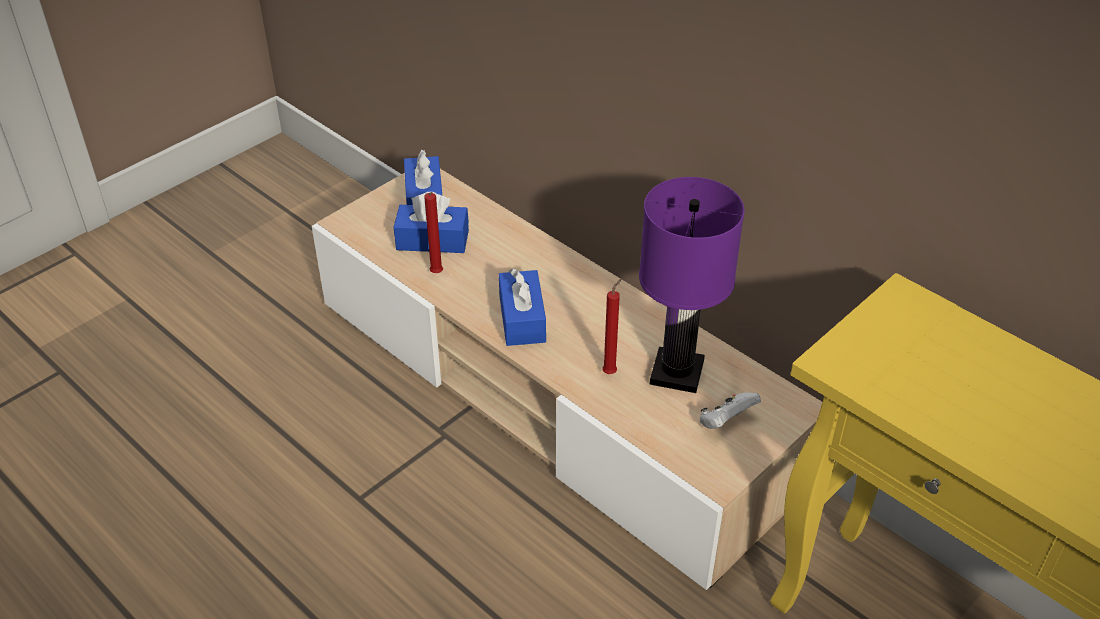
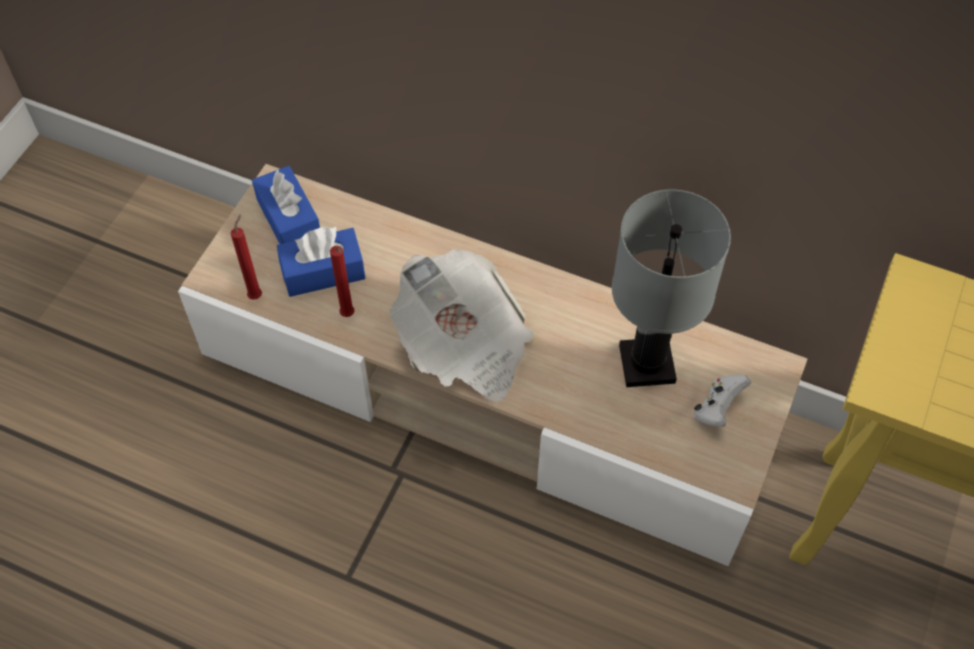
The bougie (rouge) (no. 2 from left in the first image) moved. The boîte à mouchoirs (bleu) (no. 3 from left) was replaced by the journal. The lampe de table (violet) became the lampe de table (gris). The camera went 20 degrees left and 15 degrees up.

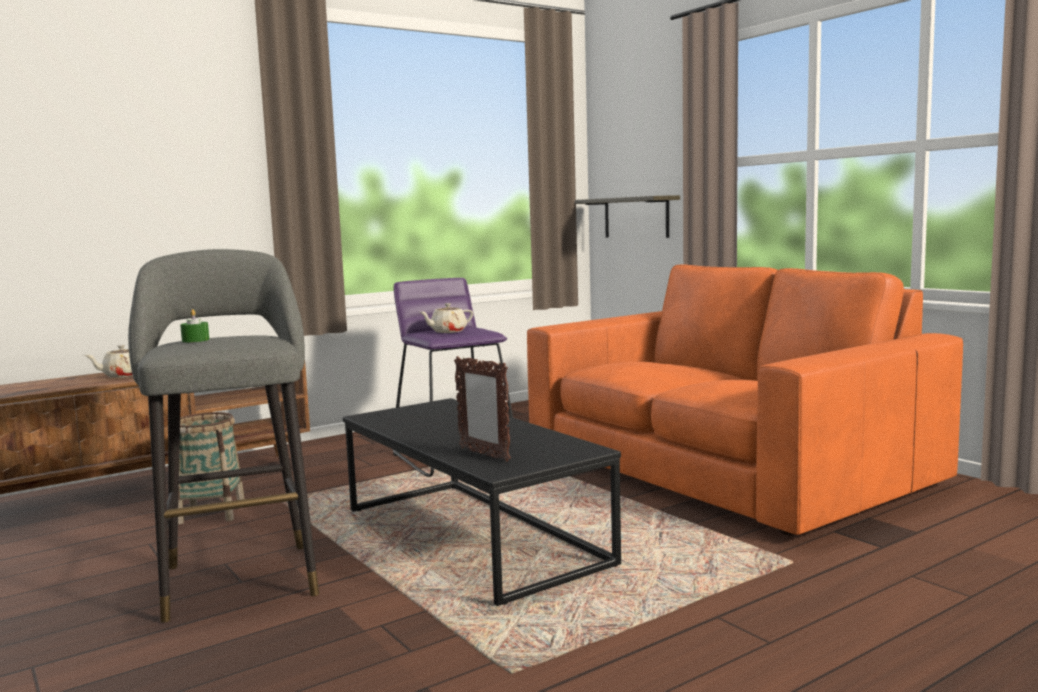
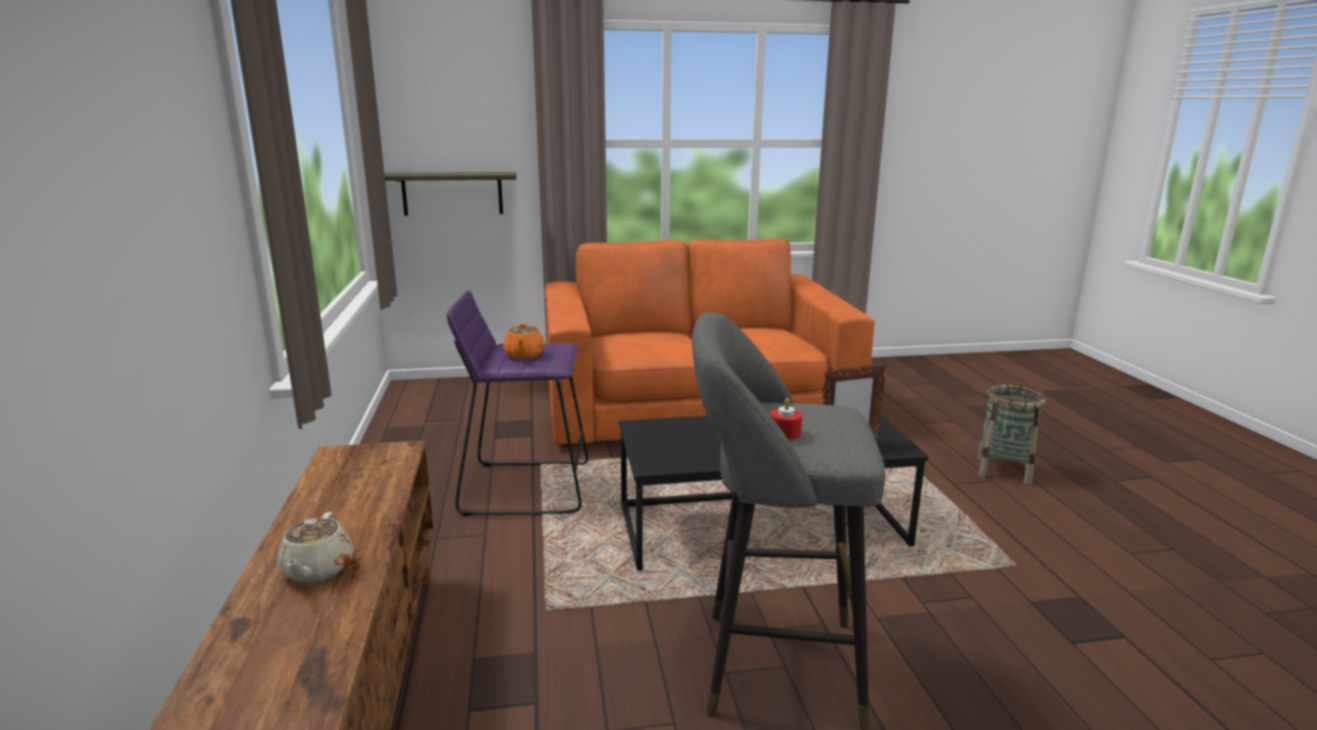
The panier moved. The bougie (vert) became the bougie (rouge). The théière (beige) (no. 2 from left) became the théière (orange). The camera went 65 degrees left and 10 degrees up.

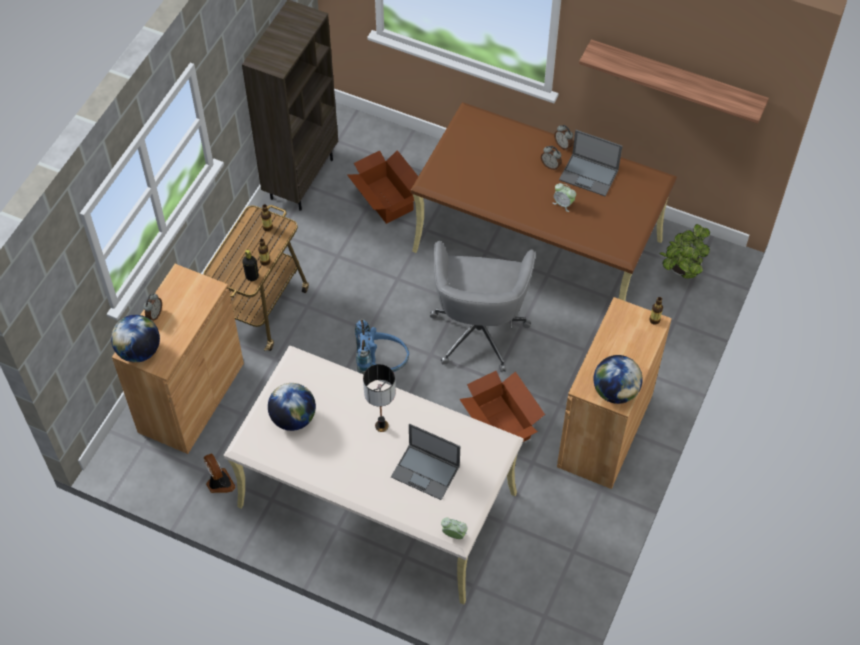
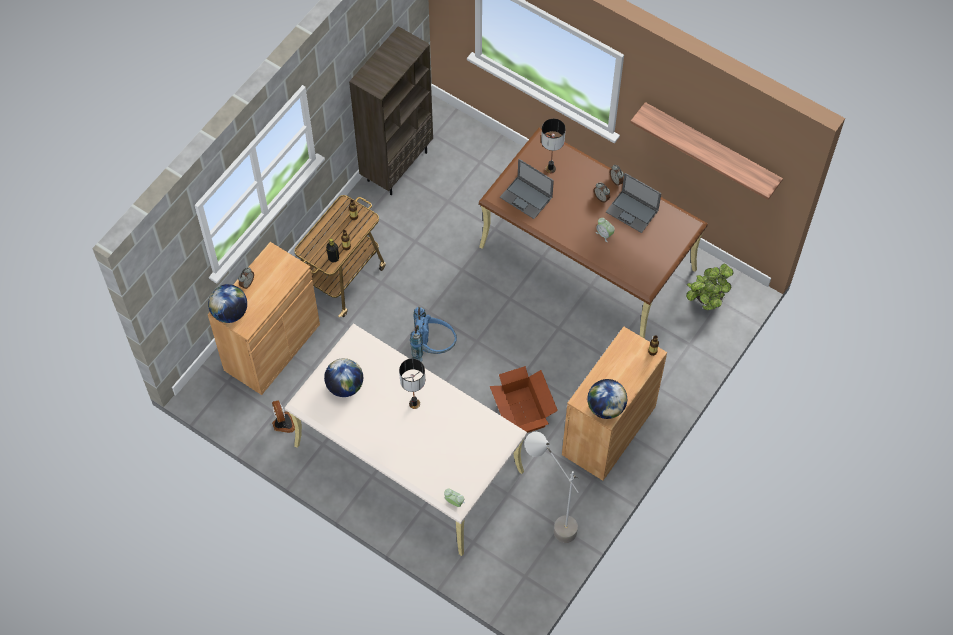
The carton (no. 1 from left) disappeared. The chaise de bureau (gris) disappeared. The lampadaire (gris) appeared. The lampe de table (no. 2 from left) appeared. The ordinateur portable (no. 1 from left) moved. The camera went 10 degrees right and 5 degrees up.

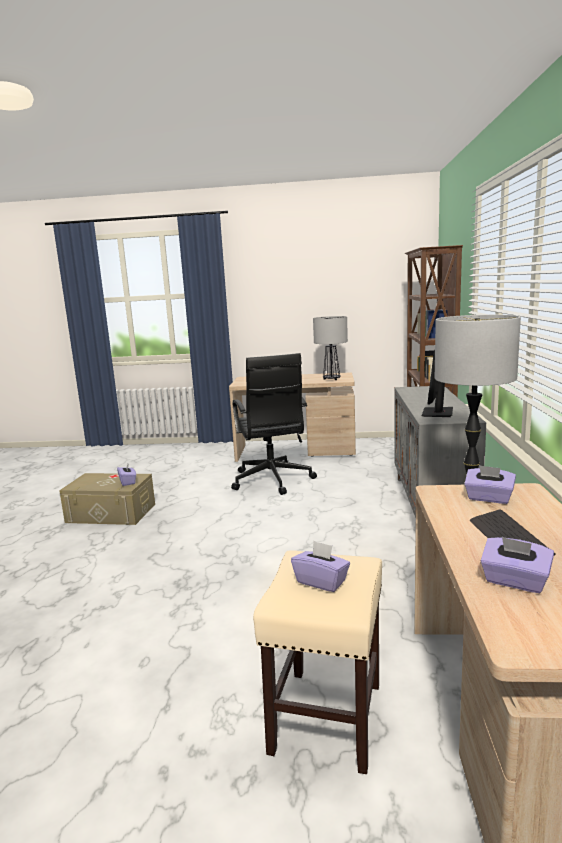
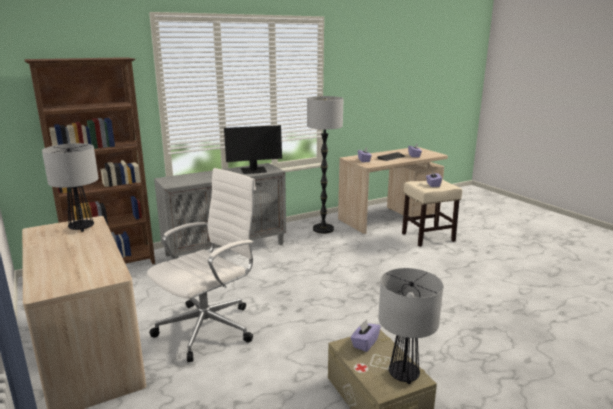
The lampe de table (no. 2 from left) appeared. The chaise de bureau (noir) became the chaise de bureau (blanc). The camera went 125 degrees left and 5 degrees up.

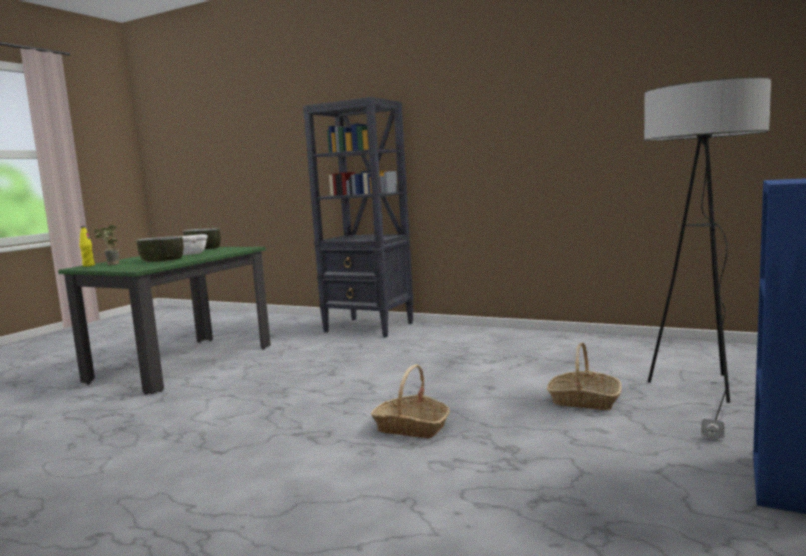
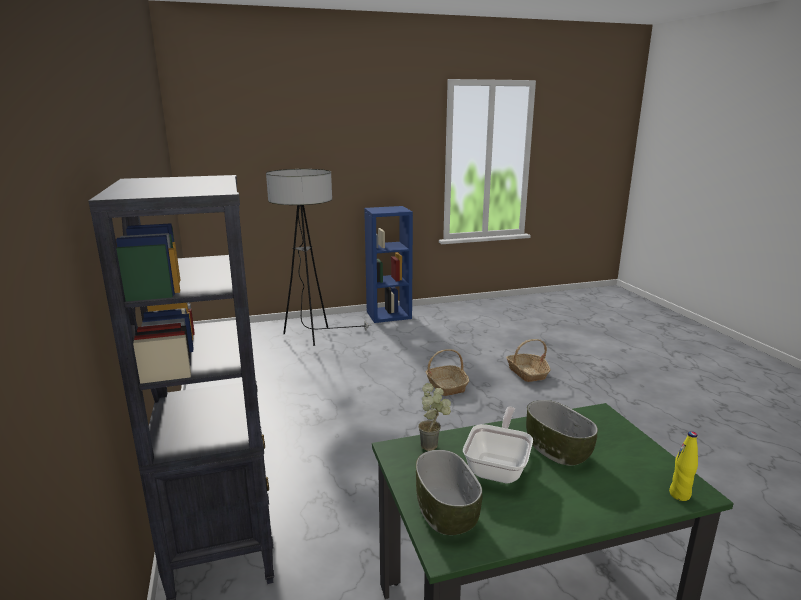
The plante en pot moved. The panier (no. 2 from left) moved. The camera went 135 degrees left and 10 degrees up.

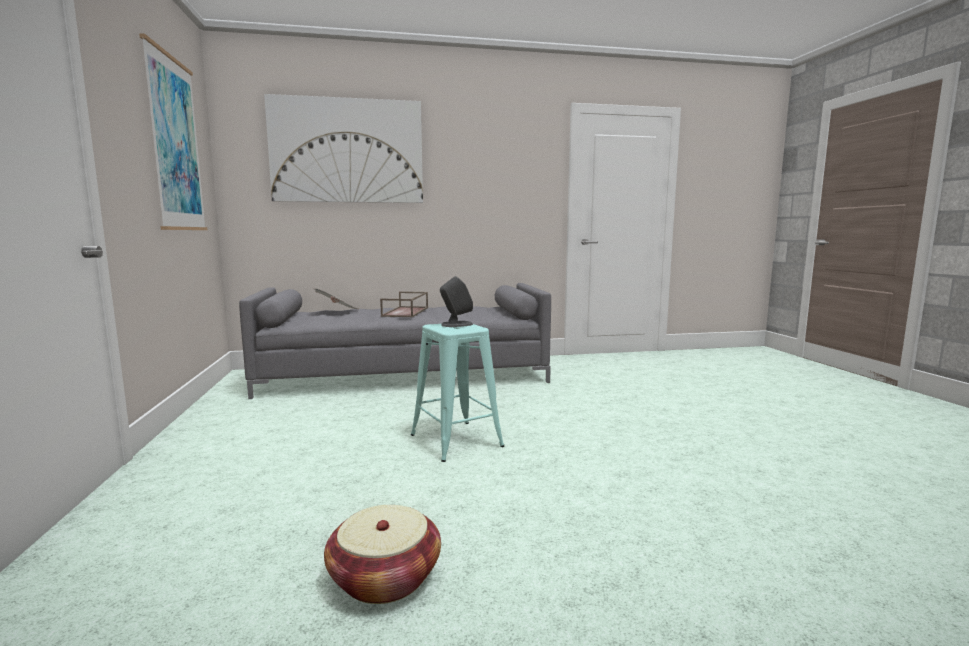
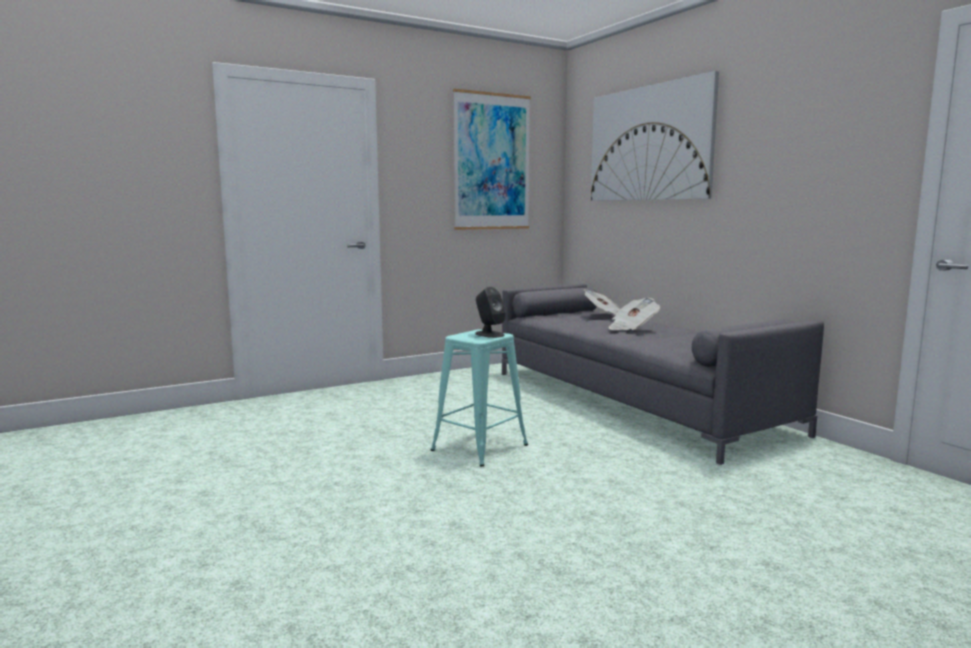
The panier disappeared. The plateau (marron) was replaced by the journal (no. 2 from left). The camera went 70 degrees right and 0 degrees up.

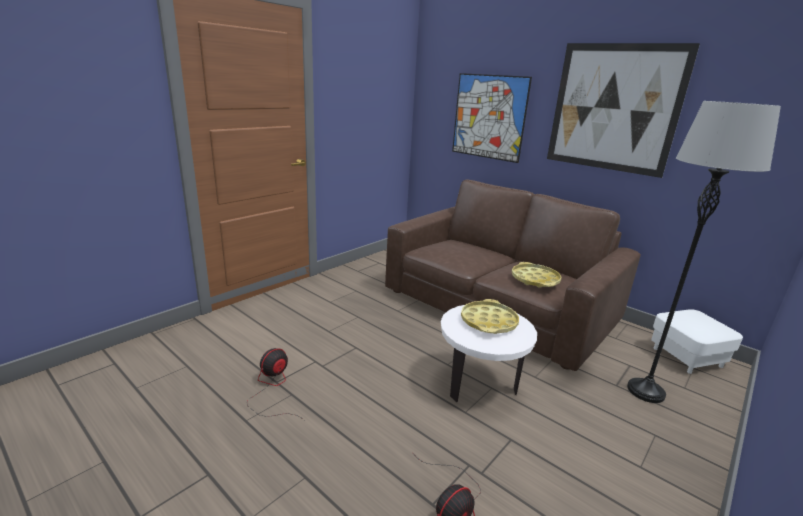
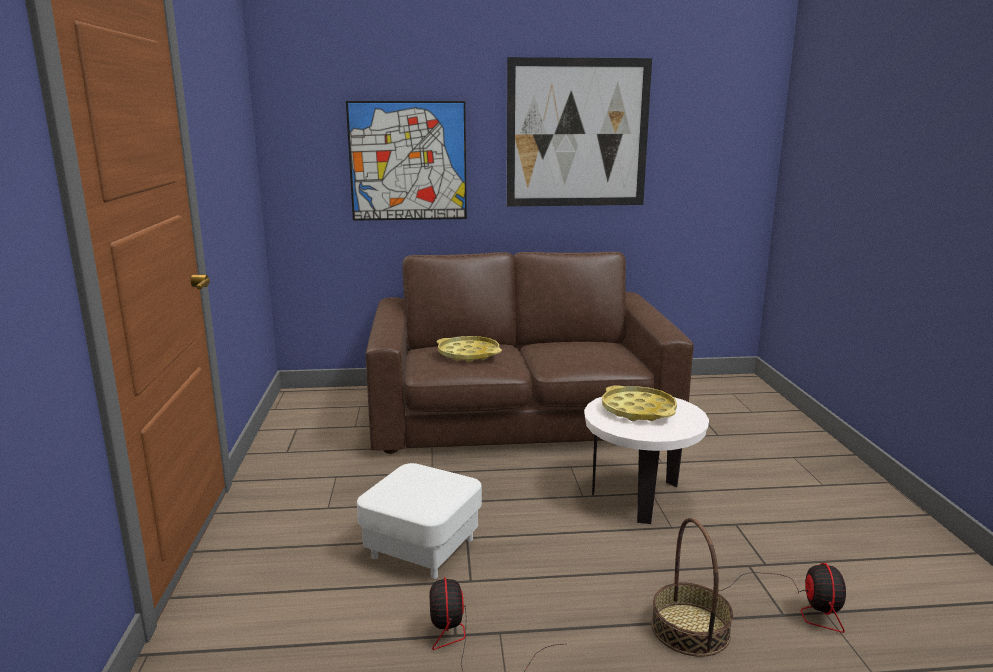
The lampadaire (gris) disappeared. The panier appeared. The plateau (jaune) (no. 2 from left in the first image) moved. The pouf (blanc) moved. The camera went 45 degrees left and 5 degrees down.

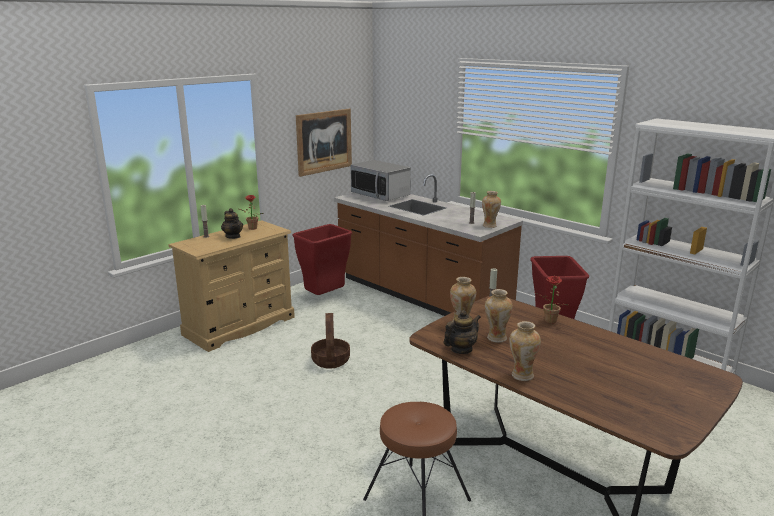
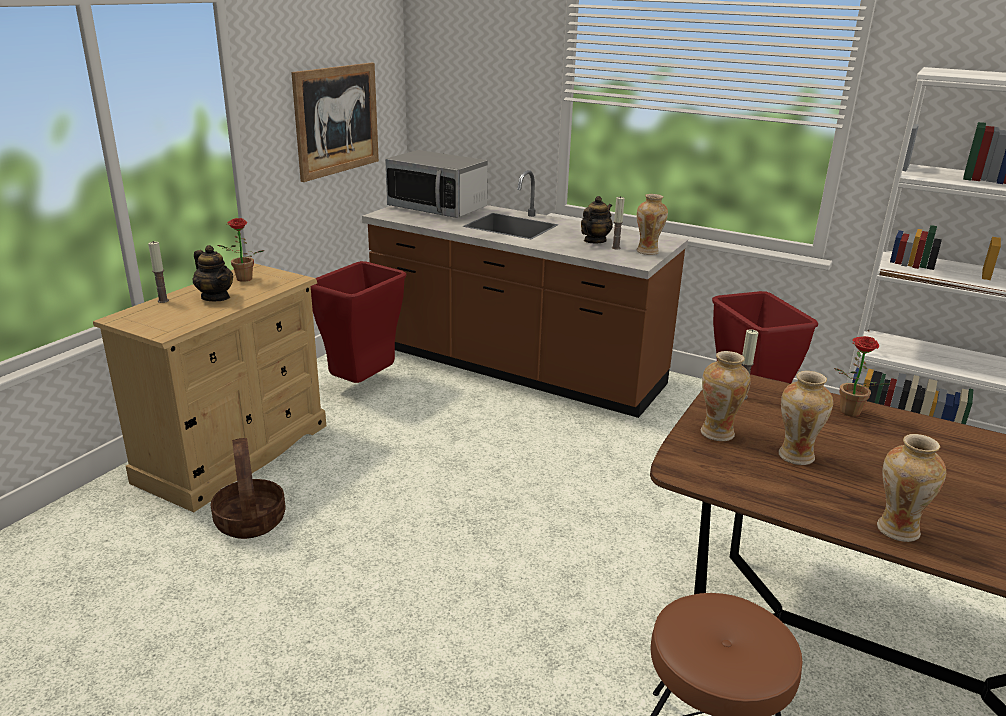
The panier moved. The théière (no. 2 from left) moved. The camera went 15 degrees left and 5 degrees up.

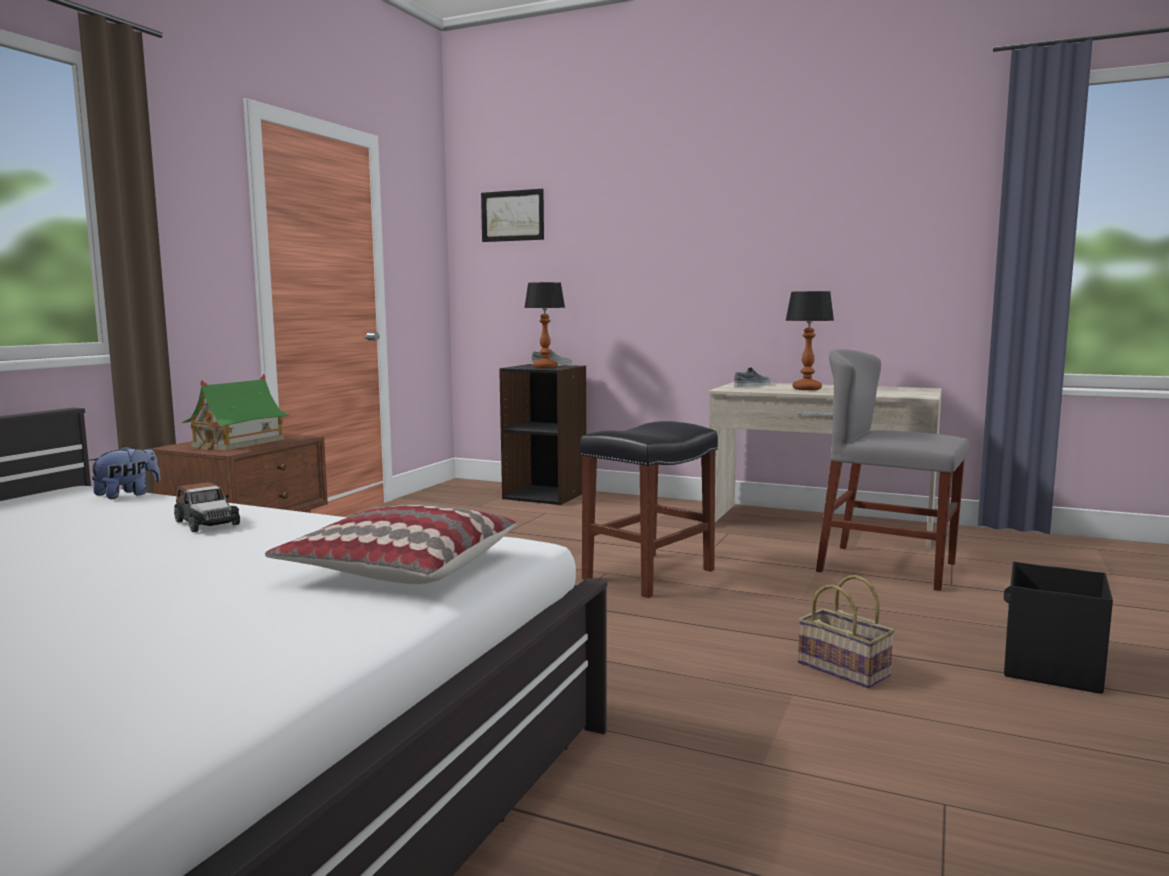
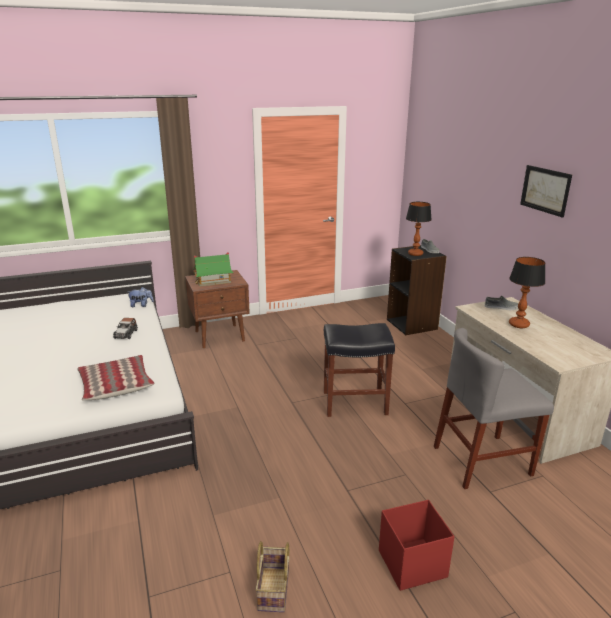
The tableau moved. The panier moved. The boîte de rangement (noir) became the boîte de rangement (rouge). The chaise (gris) turned 90 degrees counterclockwise. The camera went 45 degrees right and 15 degrees up.

